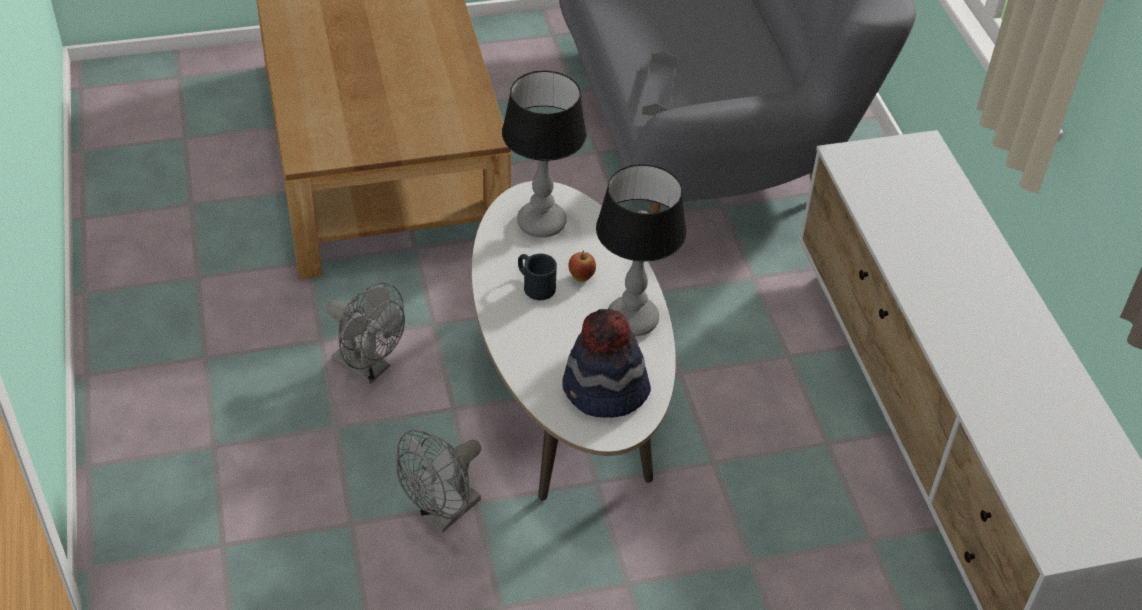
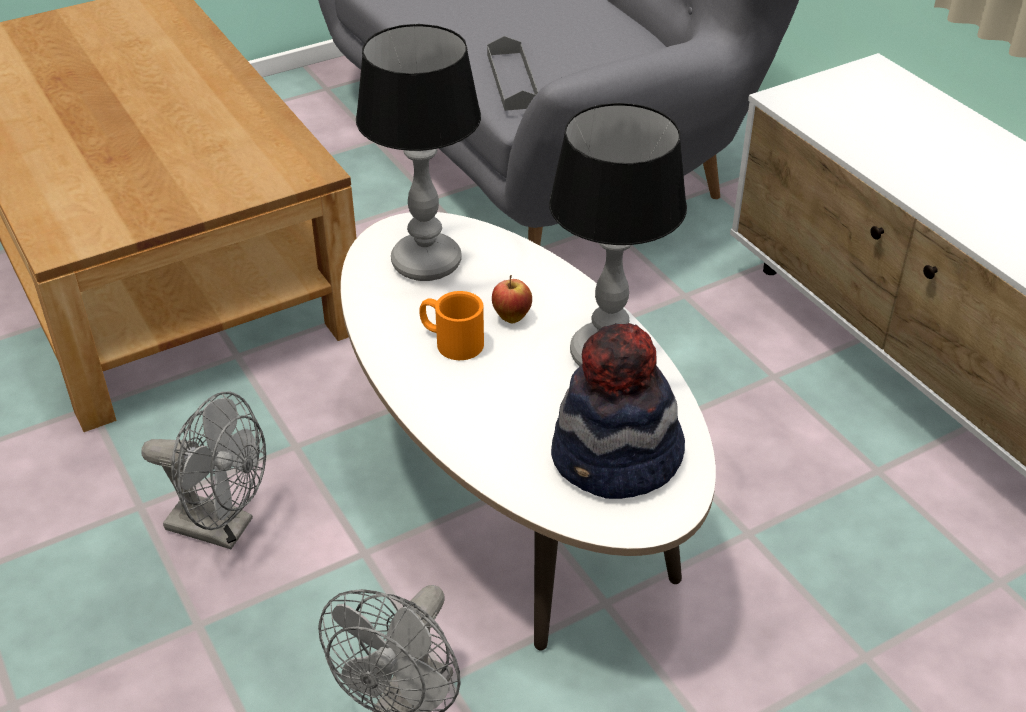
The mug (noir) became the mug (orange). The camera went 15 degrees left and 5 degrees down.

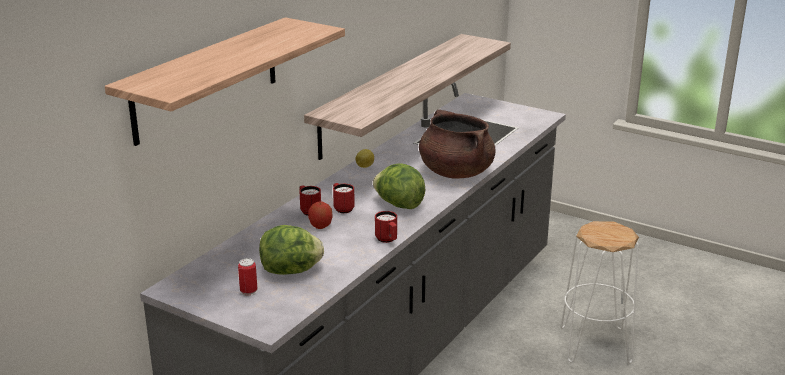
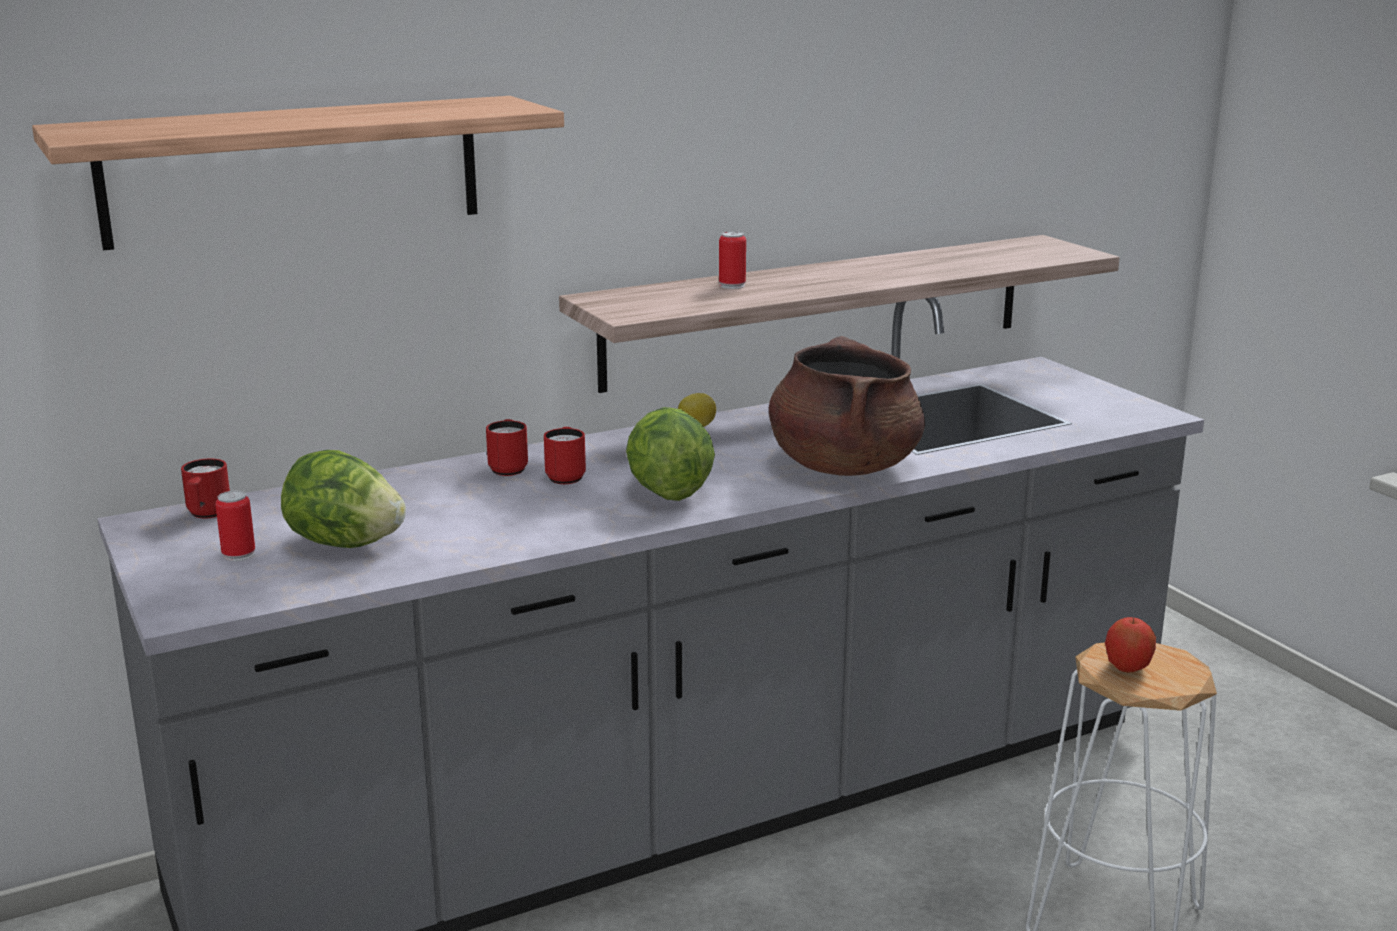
The boîte métallique (no. 2 from left) appeared. The pomme moved. The mug (rouge) (no. 3 from left in the first image) moved. The camera went 30 degrees right and 5 degrees down.

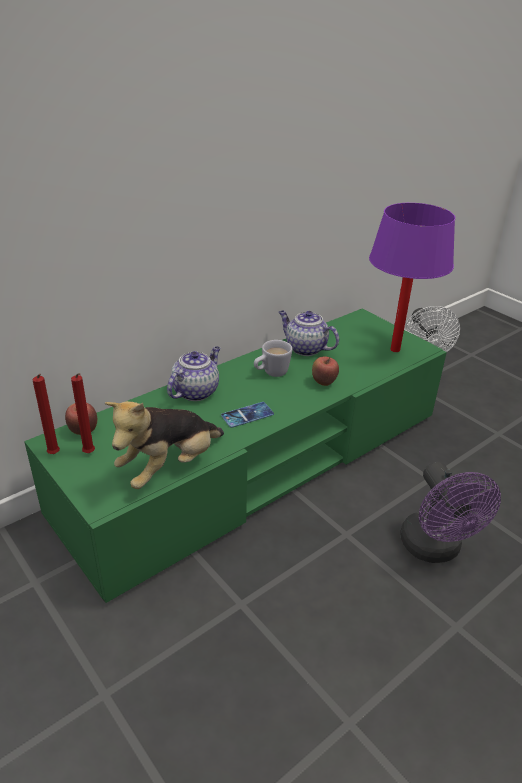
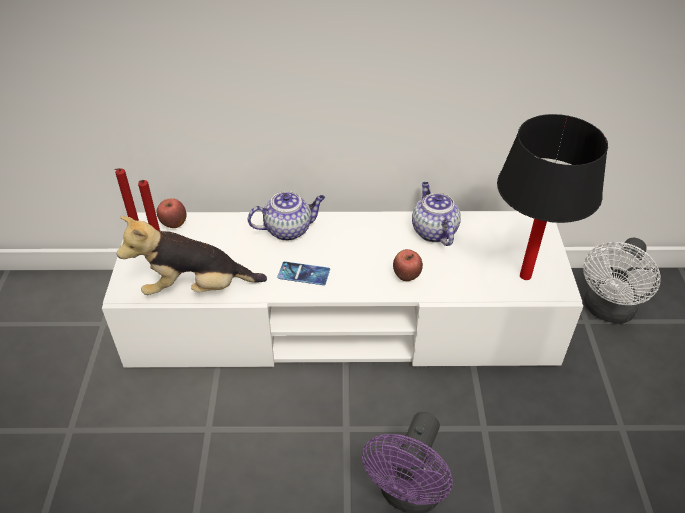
The mug (blanc) disappeared. The meuble télé (vert) became the meuble télé (blanc). The lampe de table (violet) became the lampe de table (noir). The camera went 40 degrees right and 10 degrees up.

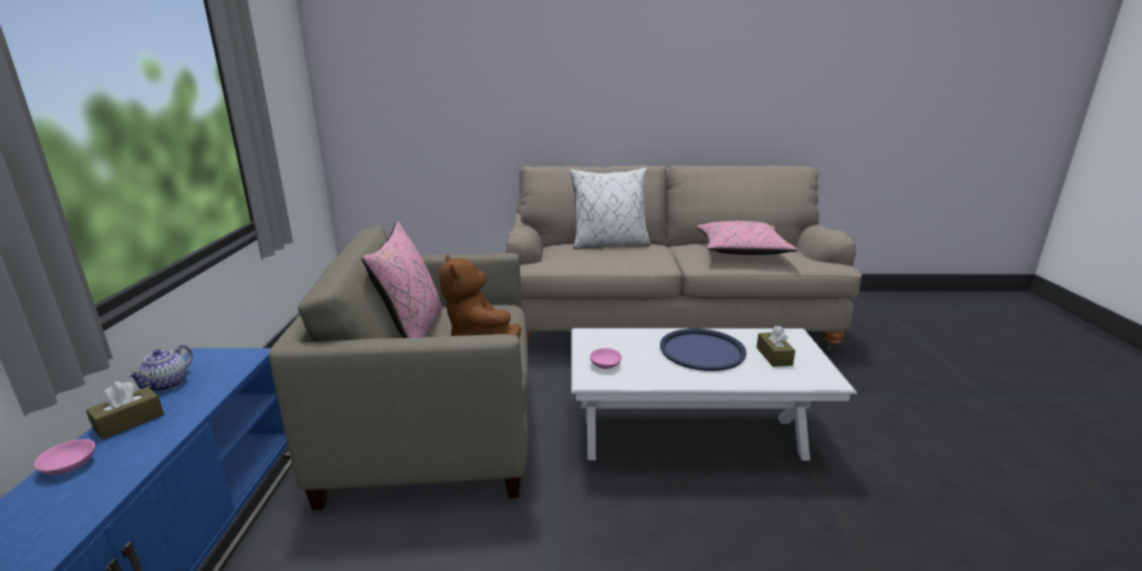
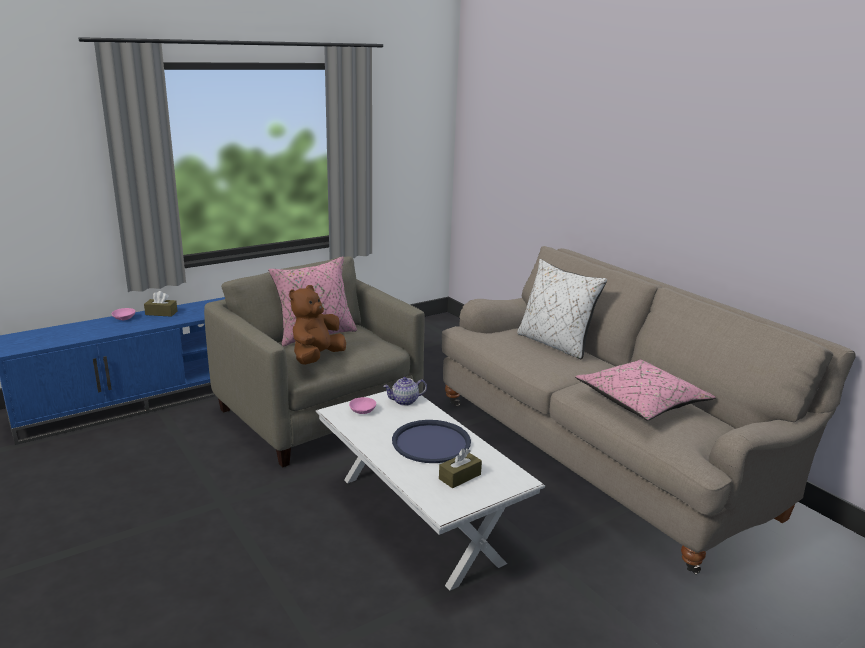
The théière moved. The camera went 55 degrees right and 0 degrees up.

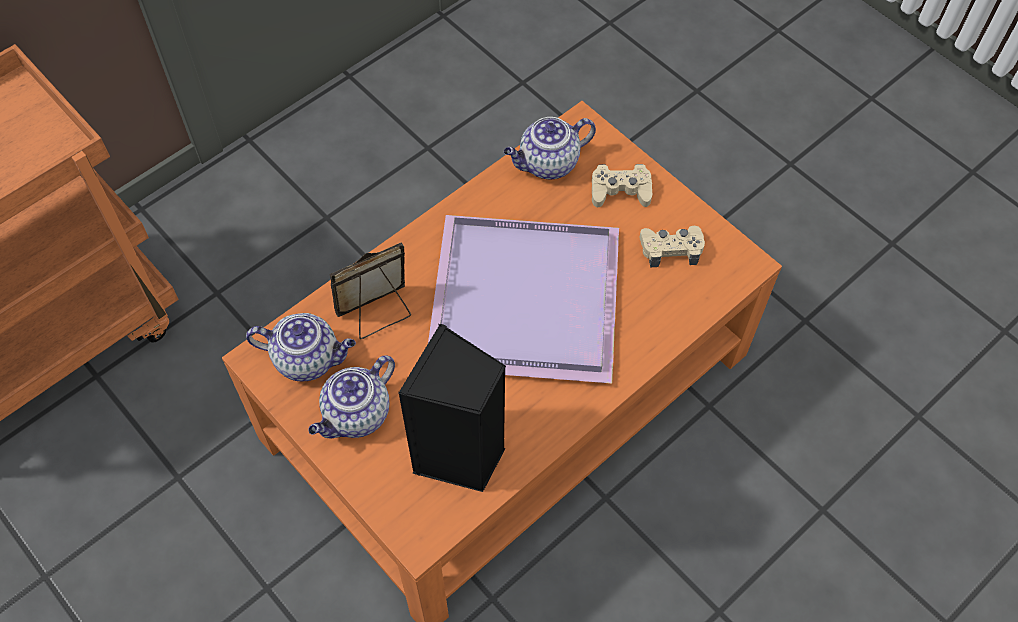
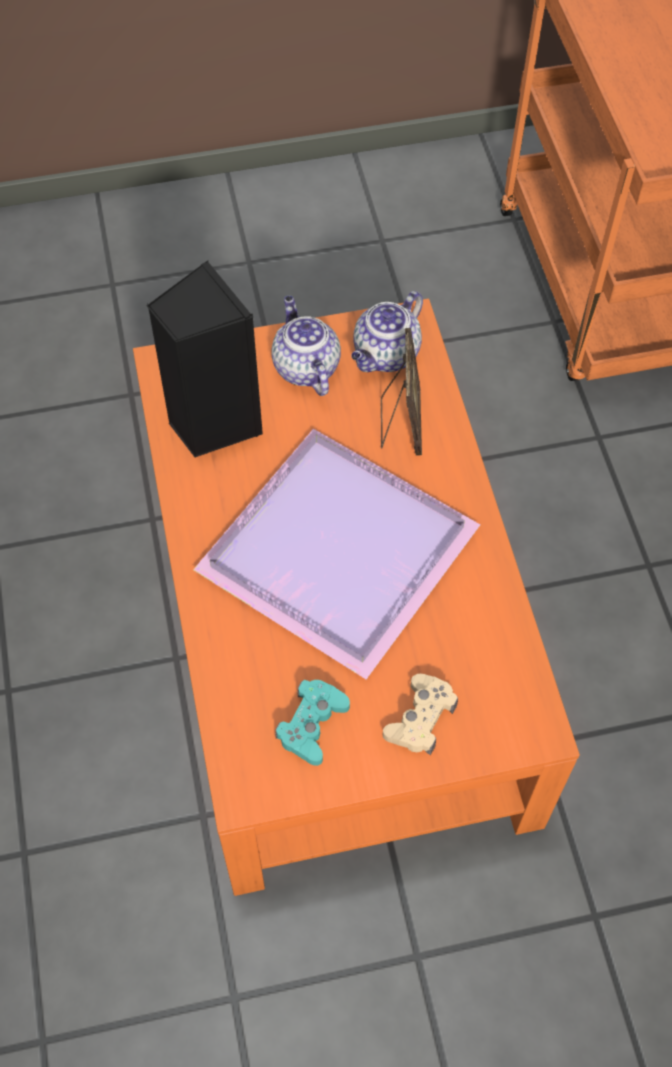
The théière (no. 3 from left) disappeared. The manette (beige) (no. 2 from left) became the manette (turquoise). The camera went 120 degrees right and 0 degrees up.

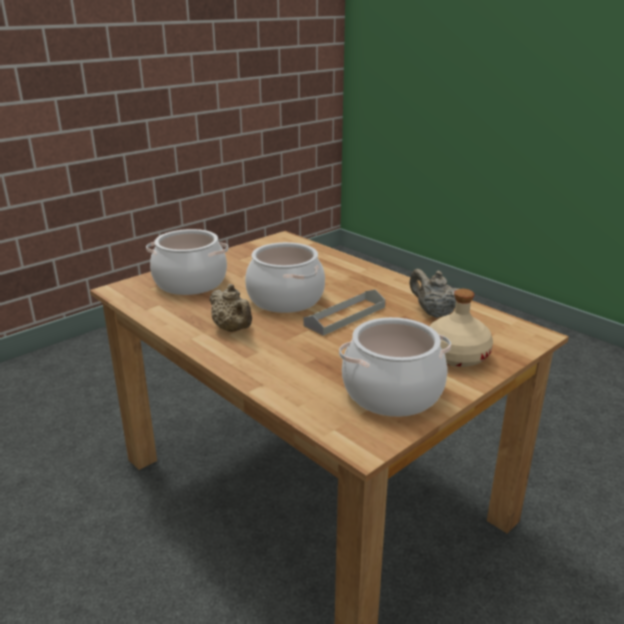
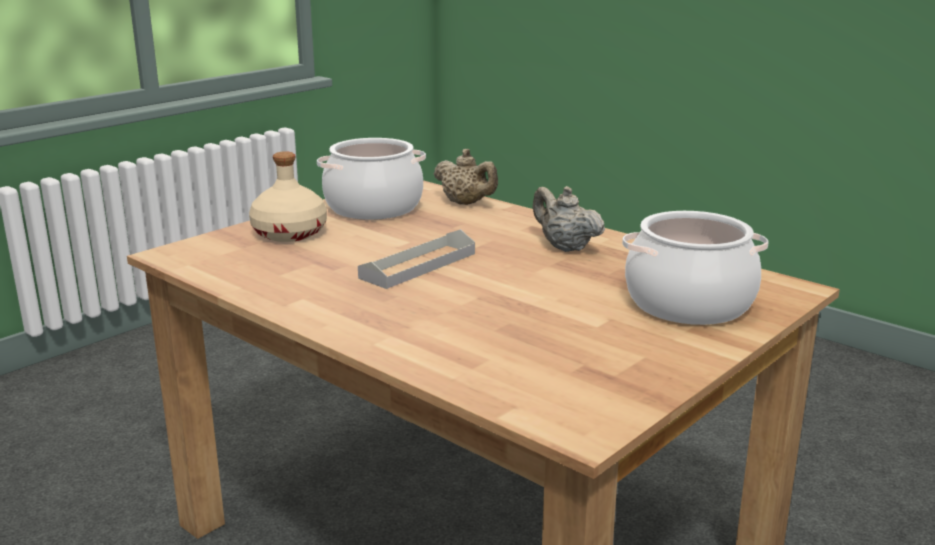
The marmite (no. 2 from left) disappeared. The théière (beige) (no. 2 from left in the first image) moved. The camera went 175 degrees right and 5 degrees down.

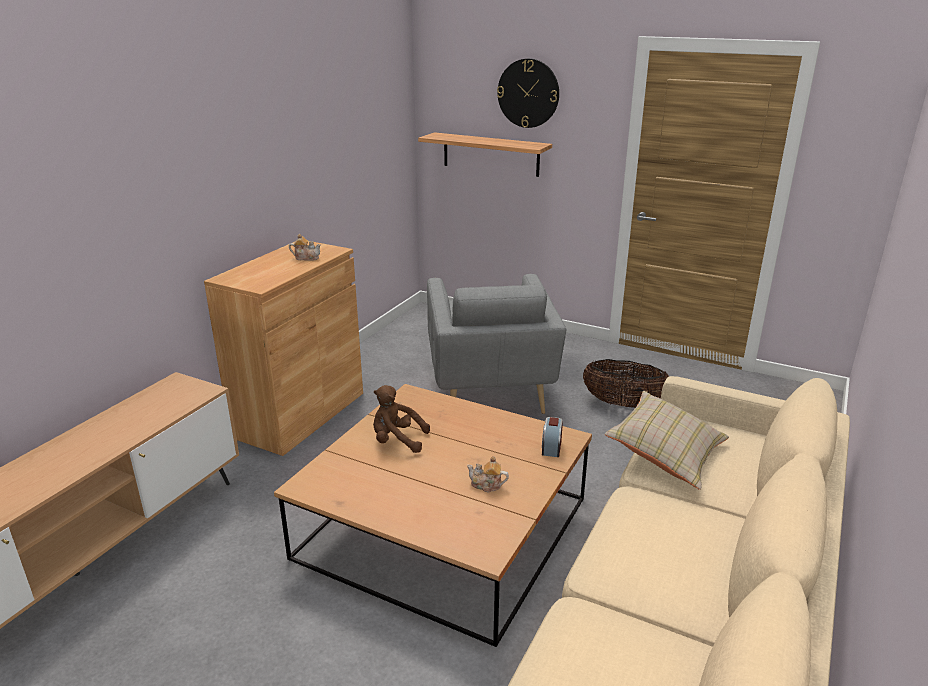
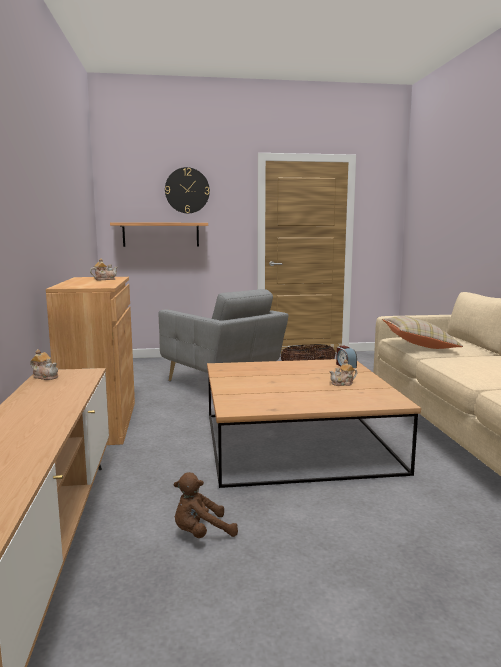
The théière (no. 1 from left) appeared. The peluche (marron) moved. The camera went 35 degrees left and 15 degrees down.

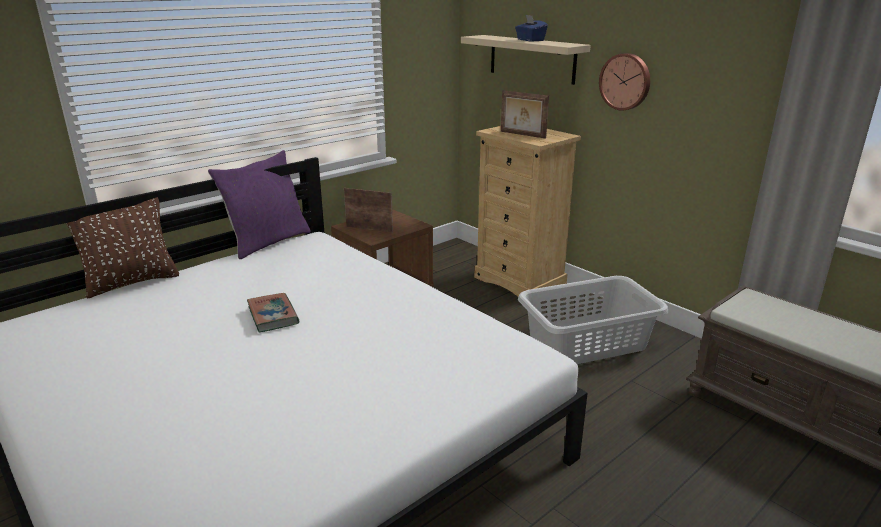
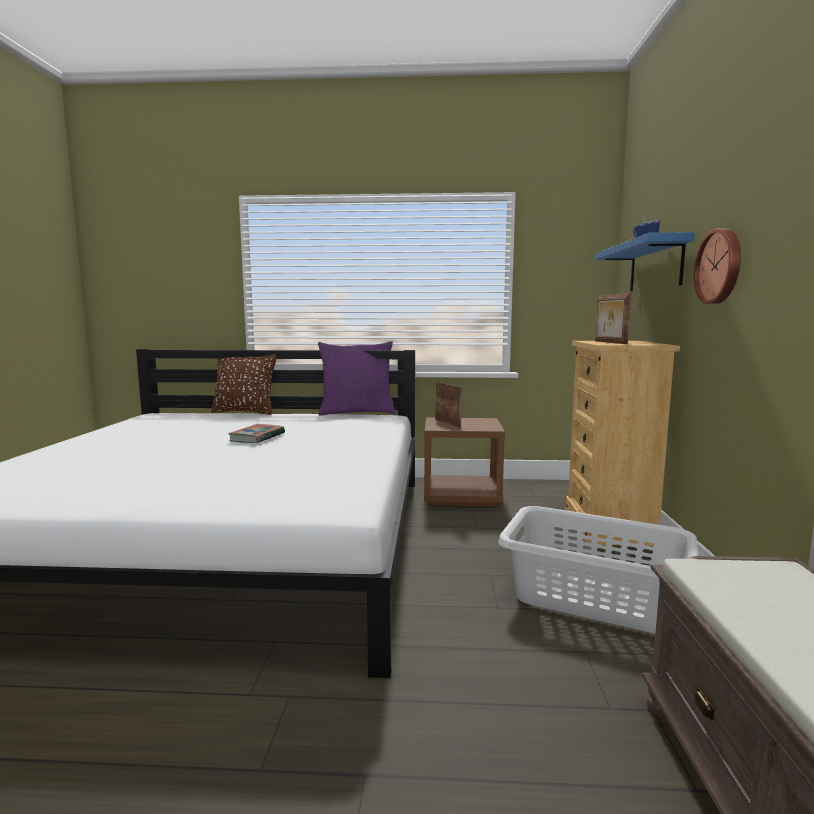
The étagère (beige) became the étagère (bleu). The camera went 45 degrees right and 15 degrees down.

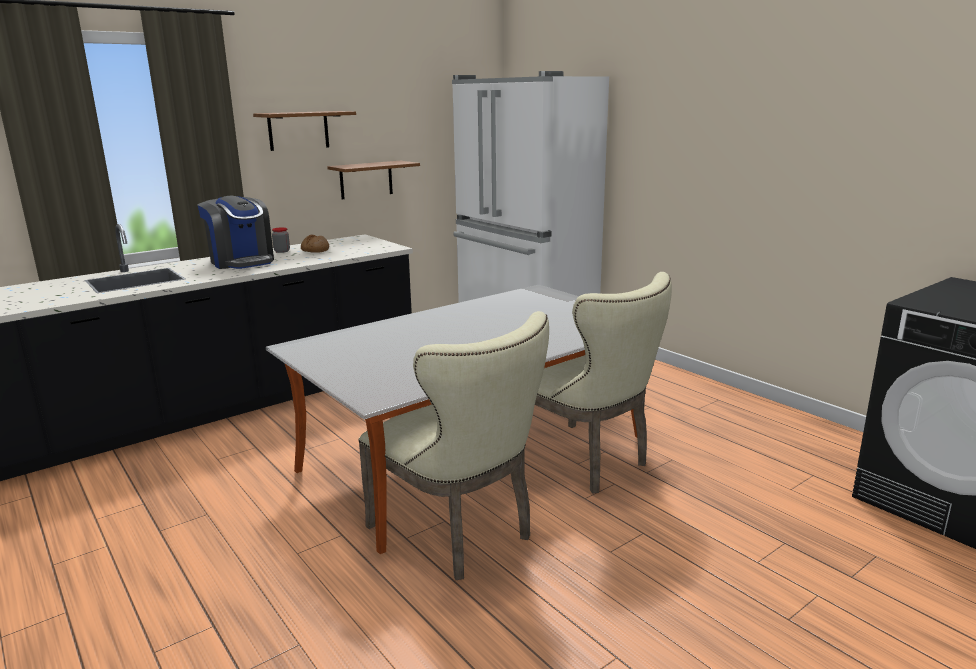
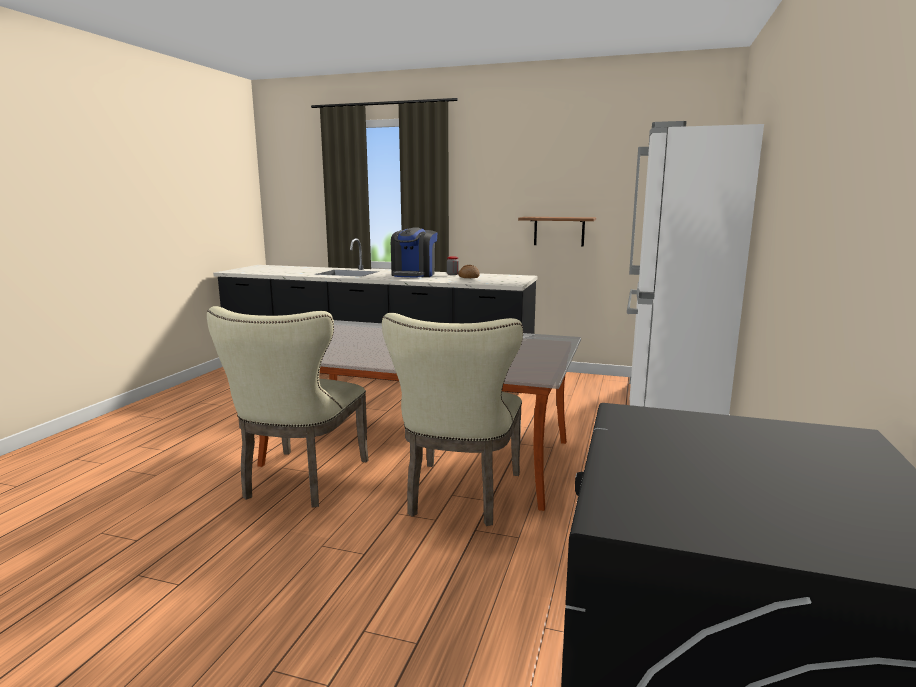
The étagère (no. 1 from left) disappeared. The camera went 55 degrees right and 5 degrees down.

